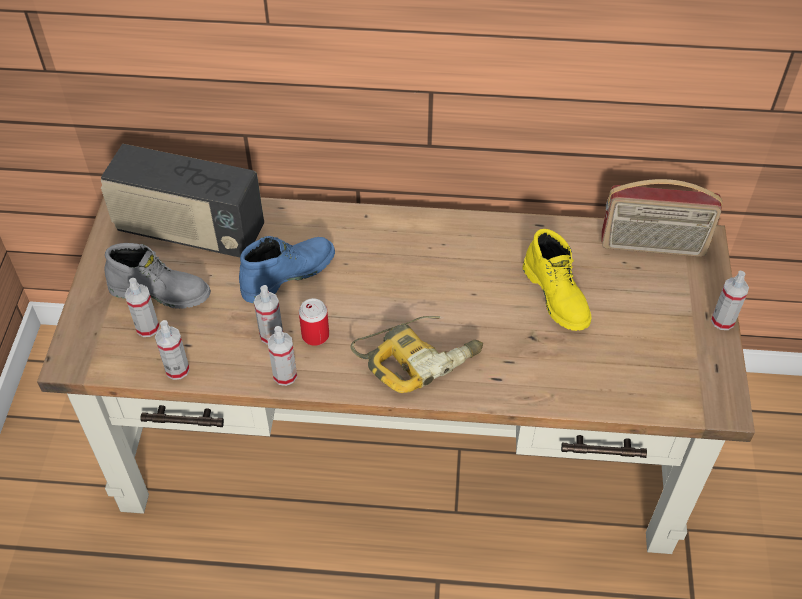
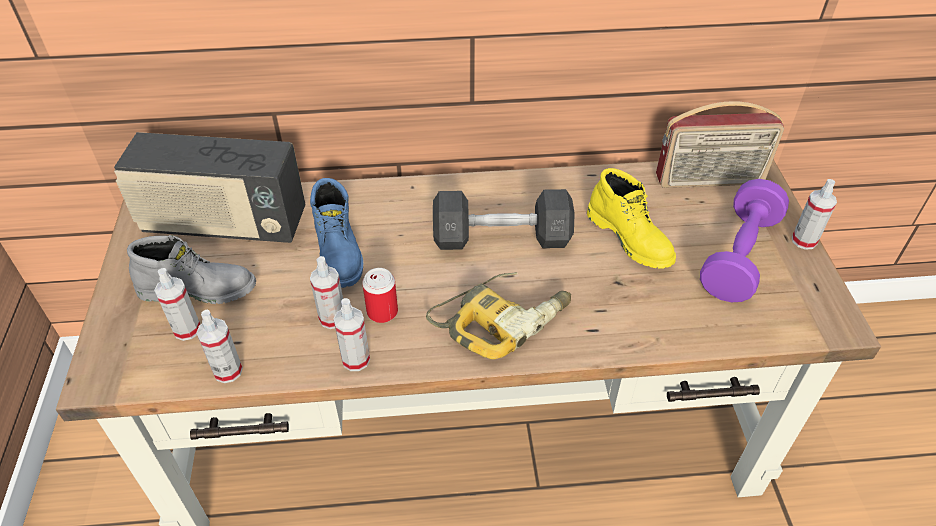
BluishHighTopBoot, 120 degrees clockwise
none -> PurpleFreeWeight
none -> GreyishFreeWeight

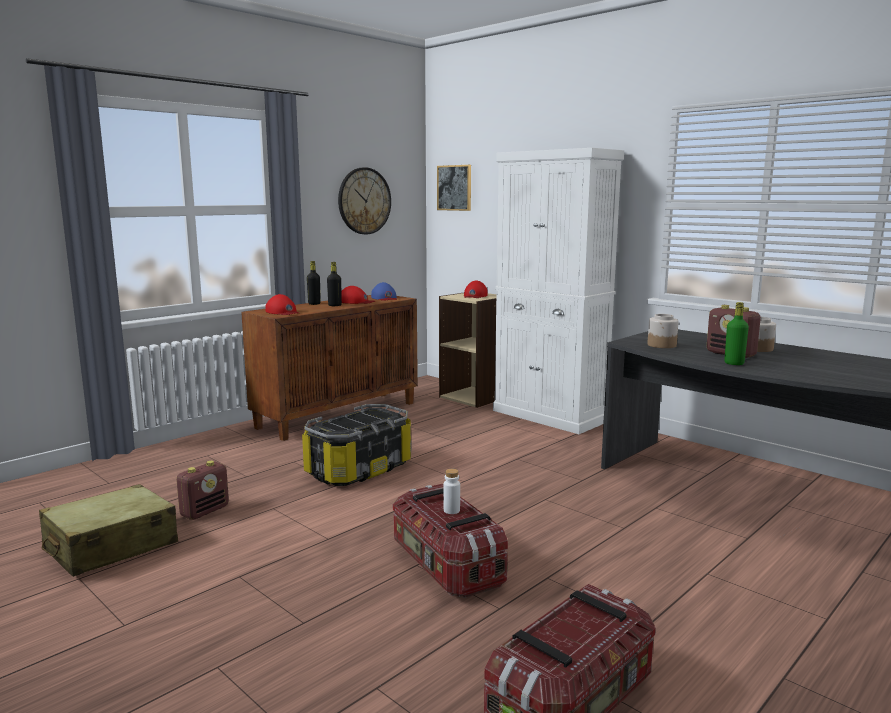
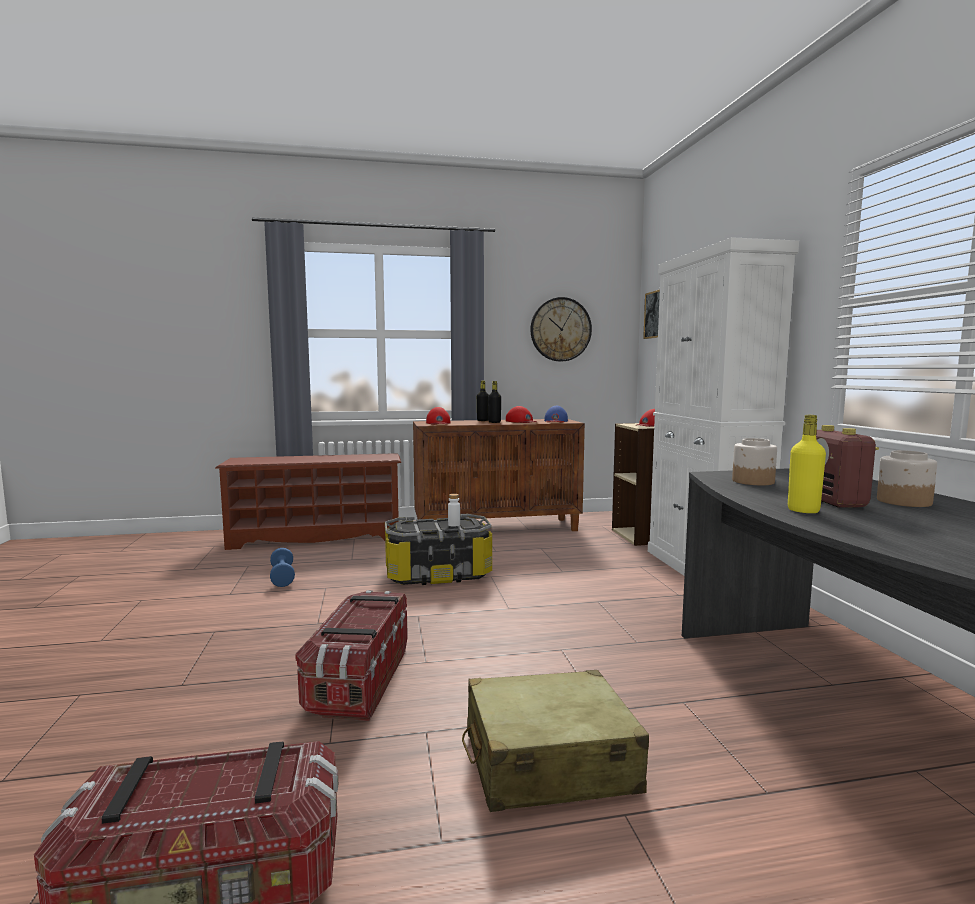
GreenColouredBeverageBottle -> YellowishBeverageBottle
RadioReceiver (1st from left) -> BluishFreeWeight
WhitishBeverageBottle, moved
BeigeColouredSuitcase, moved
none -> BrownColouredShoeShelf

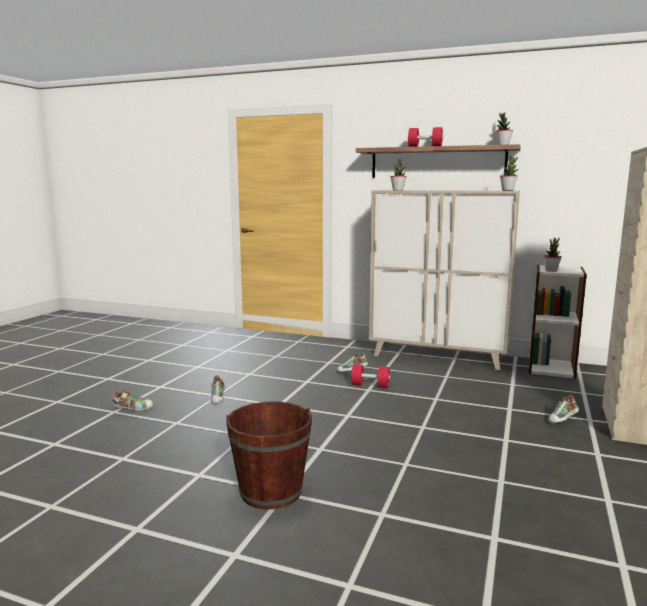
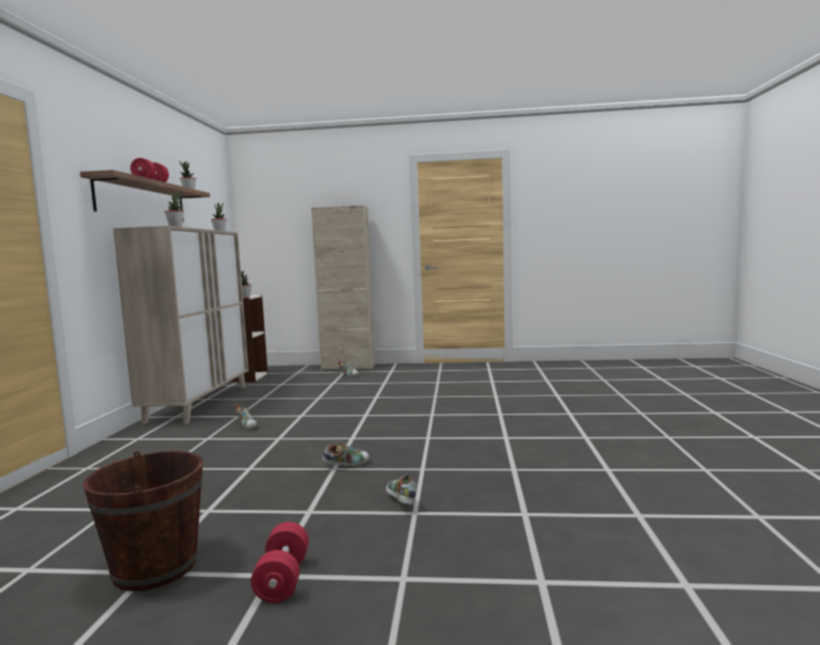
ReddishFreeWeight (1st from left in the first image) -> ReddishFreeWeight (2nd from left), moved
BrownColouredPail, moved

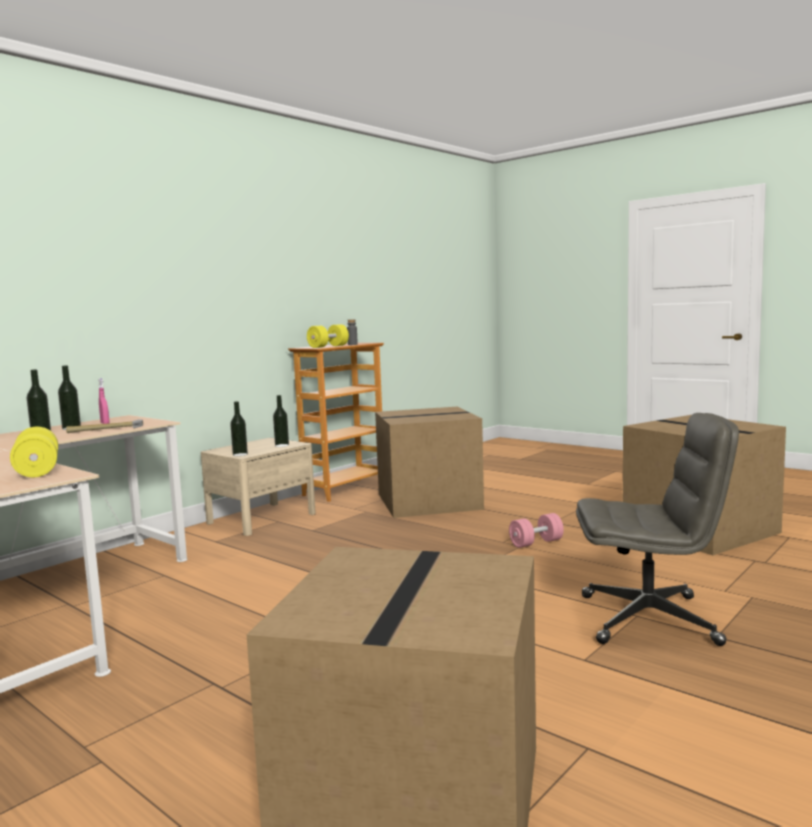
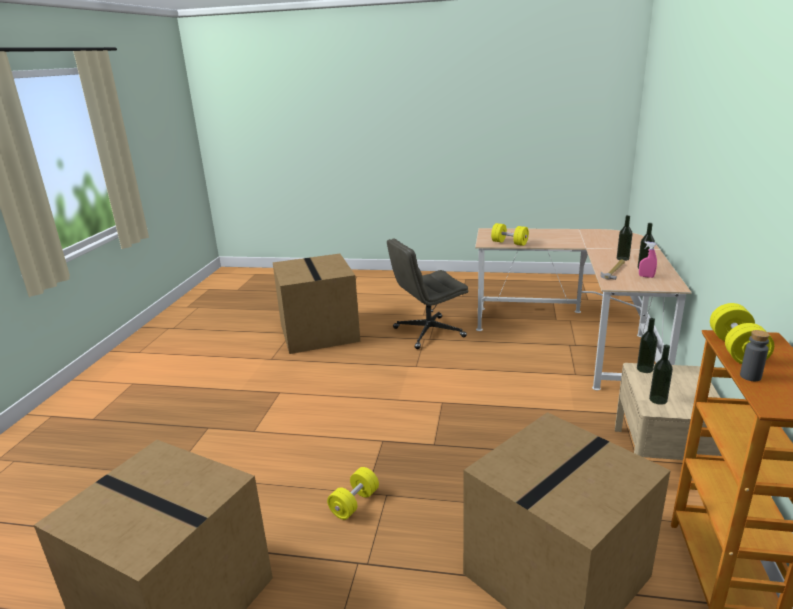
GreyishOfficeChair, moved
PinkishFreeWeight -> YellowishFreeWeight (1st from left)

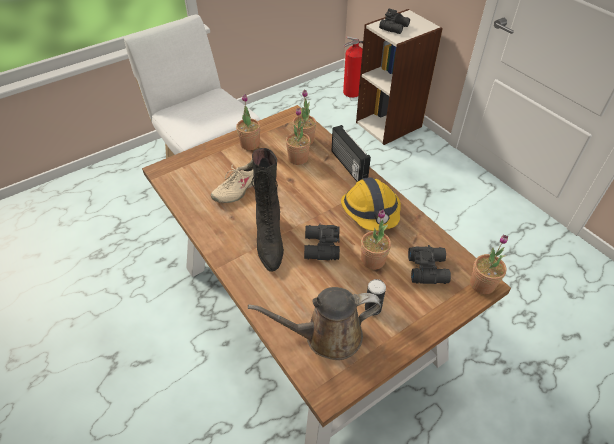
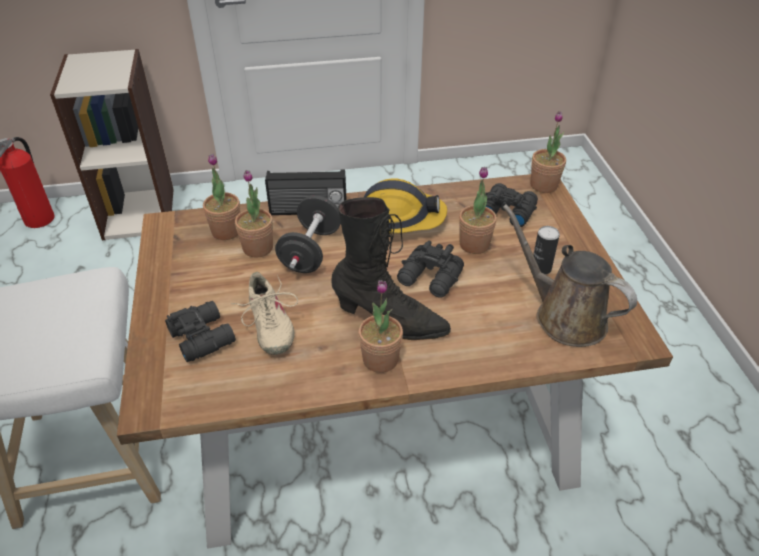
BlackColouredPairOfBinoculars (2nd from left in the first image) -> BlackColouredPairOfBinoculars (1st from left), moved
PlantInAPot (1st from left in the first image) -> PlantInAPot (3rd from left), moved
BrownColouredWateringCan, 120 degrees clockwise
none -> BlackColouredFreeWeight

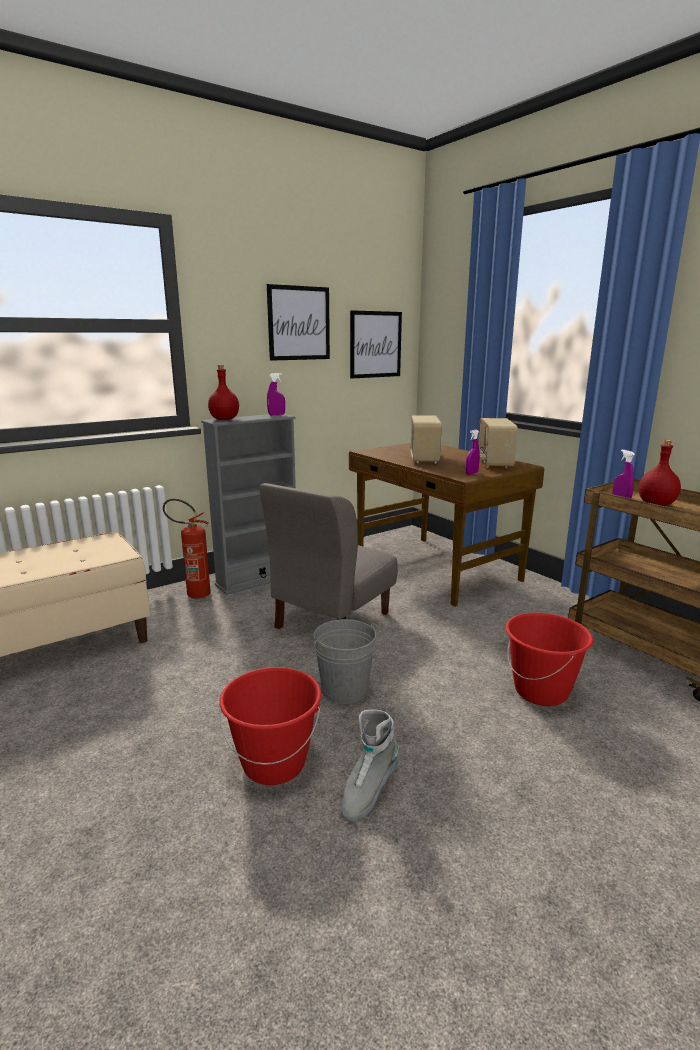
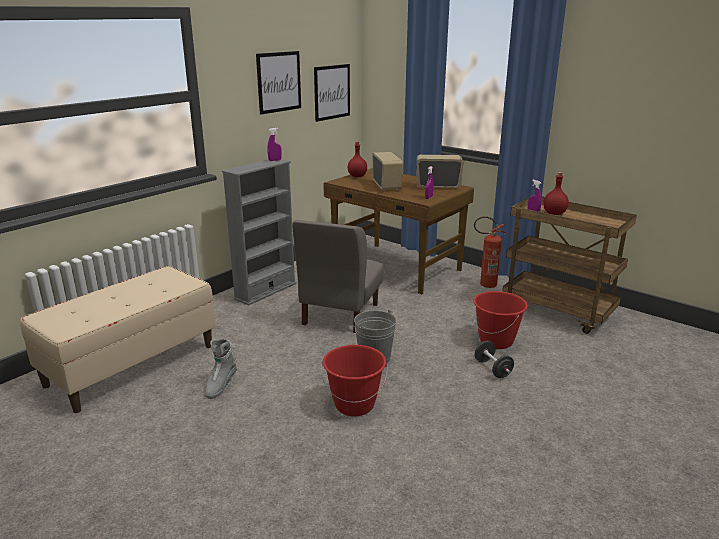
ReddishBeverageBottle (1st from left), moved
RadioReceiver (2nd from left), 105 degrees clockwise
FireExtinguisher, moved
GreyishHighTopBoot, moved
none -> BlackColouredFreeWeight

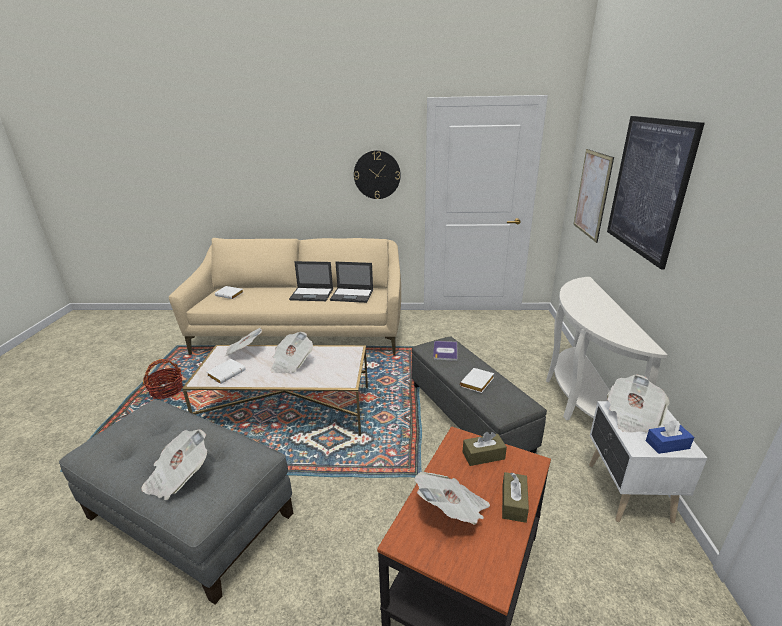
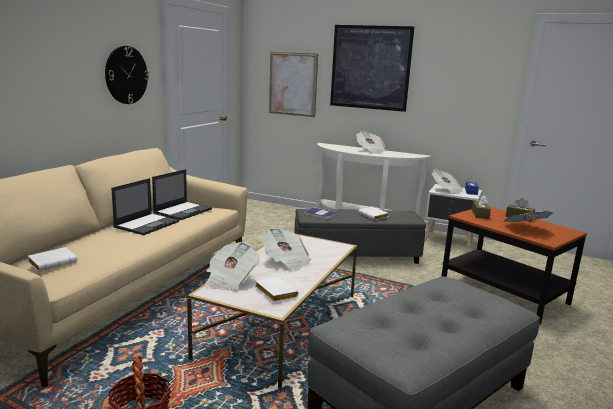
Newspaper (1st from left in the first image) -> Newspaper (3rd from left), moved

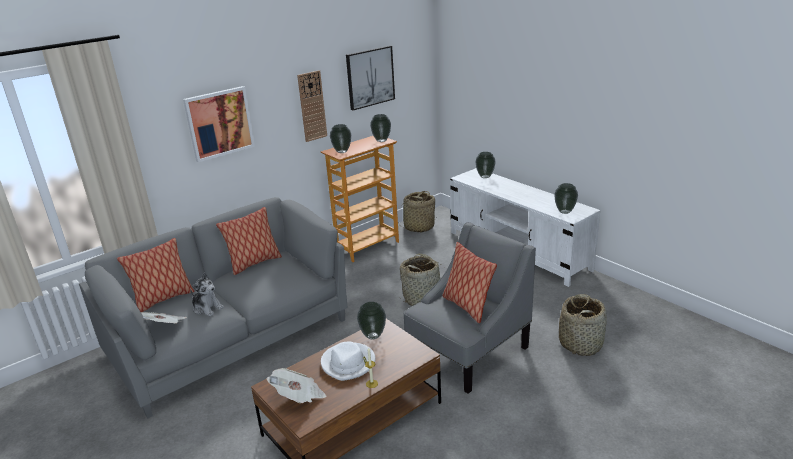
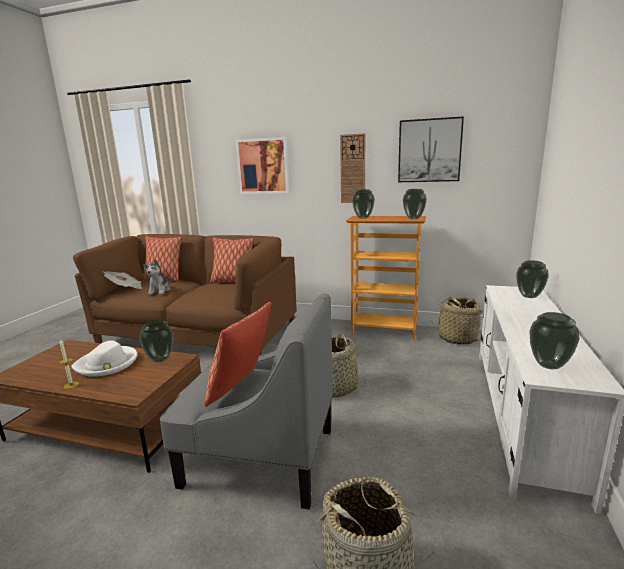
GreyishSofa -> BrownColouredSofa
Newspaper (2nd from left) -> none

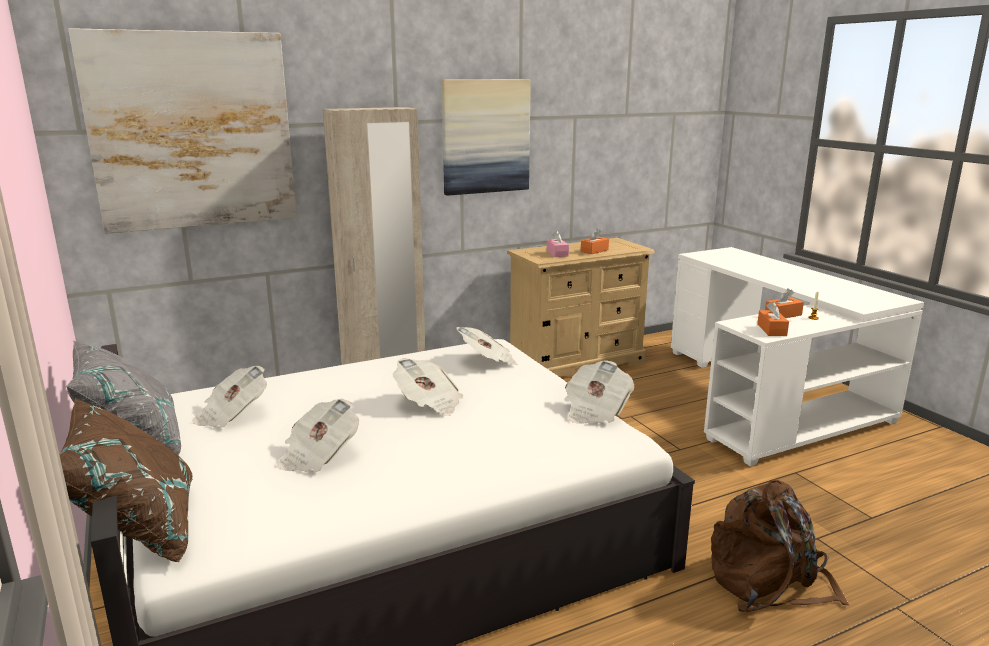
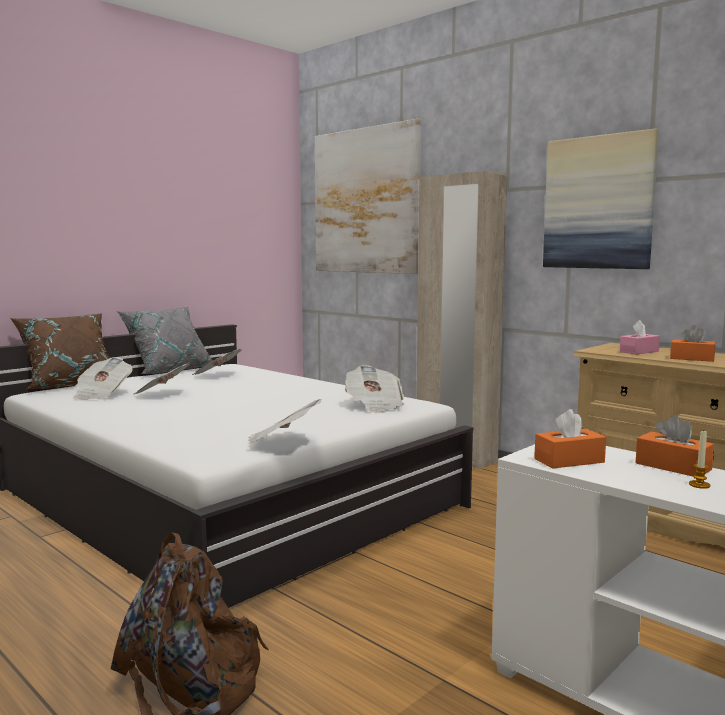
Newspaper (3rd from left in the first image) -> Newspaper (1st from left), moved

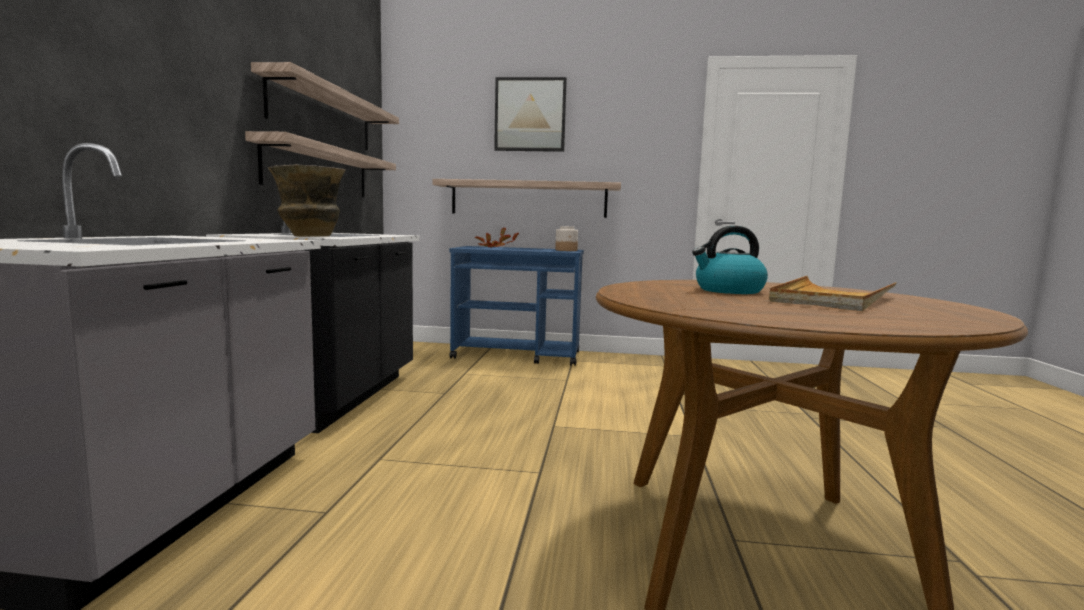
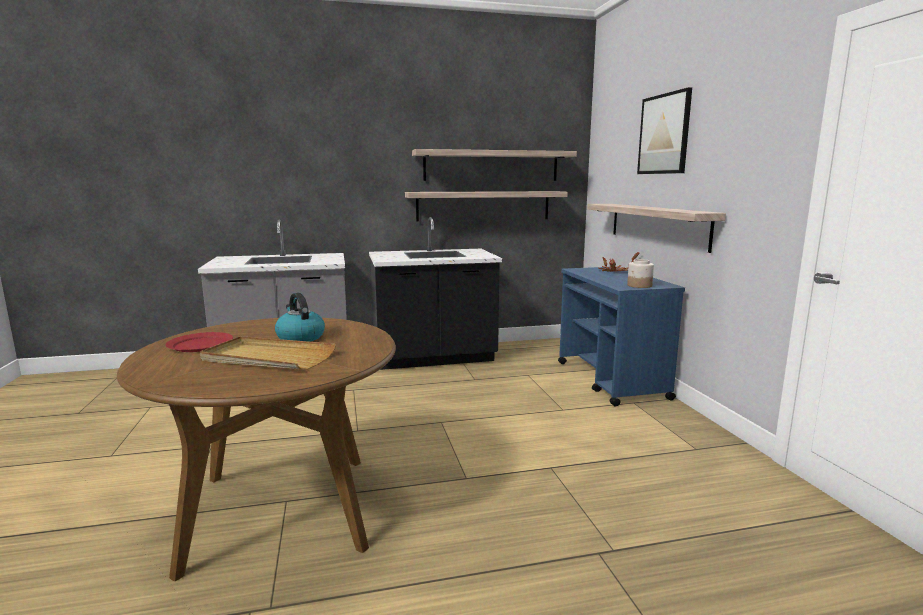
Vase -> none
none -> ReddishFlatDish

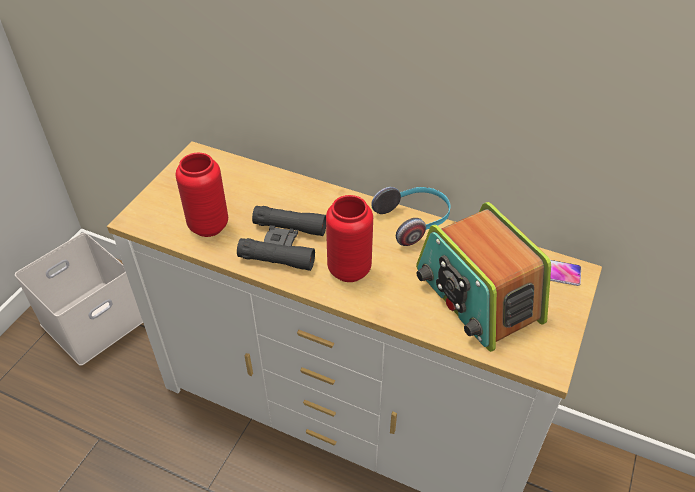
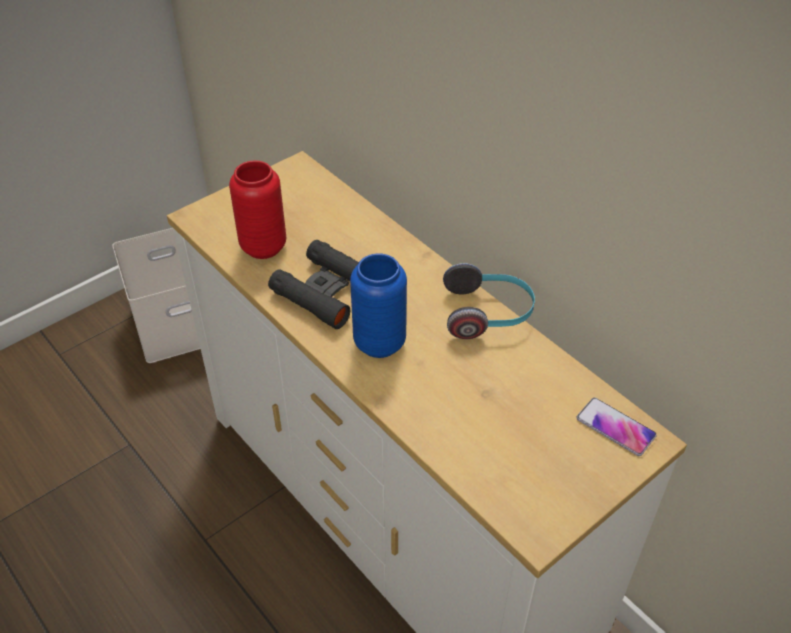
ReddishVase (2nd from left) -> BluishVase
RadioReceiver -> none

